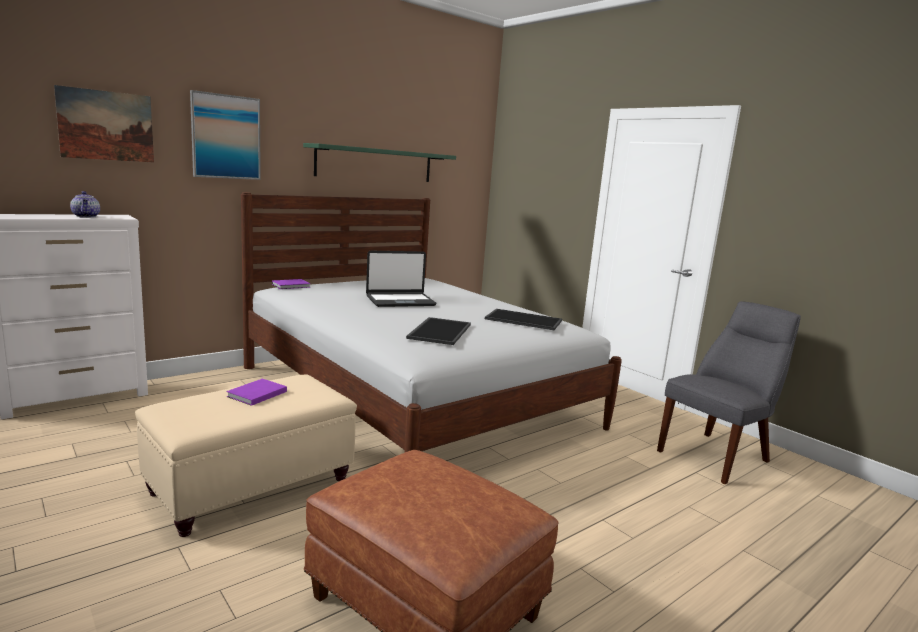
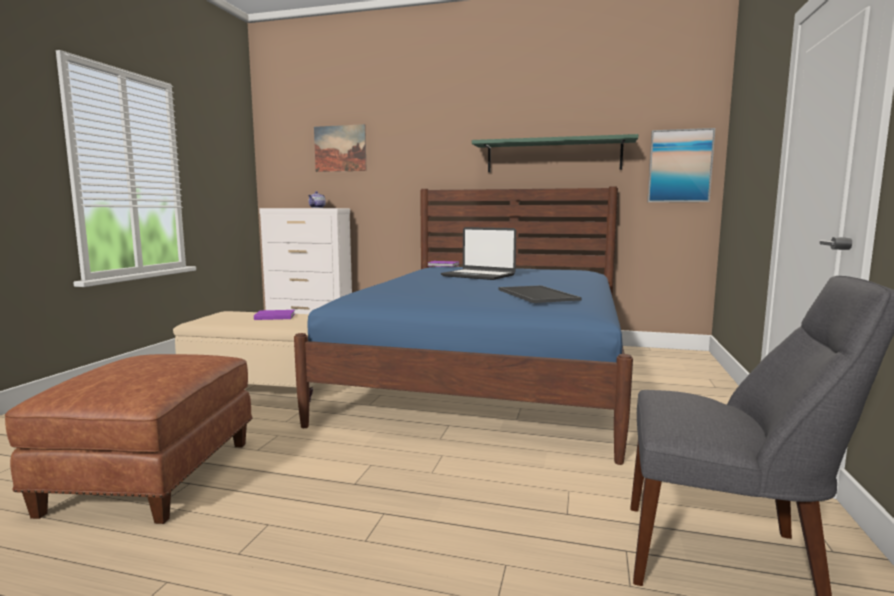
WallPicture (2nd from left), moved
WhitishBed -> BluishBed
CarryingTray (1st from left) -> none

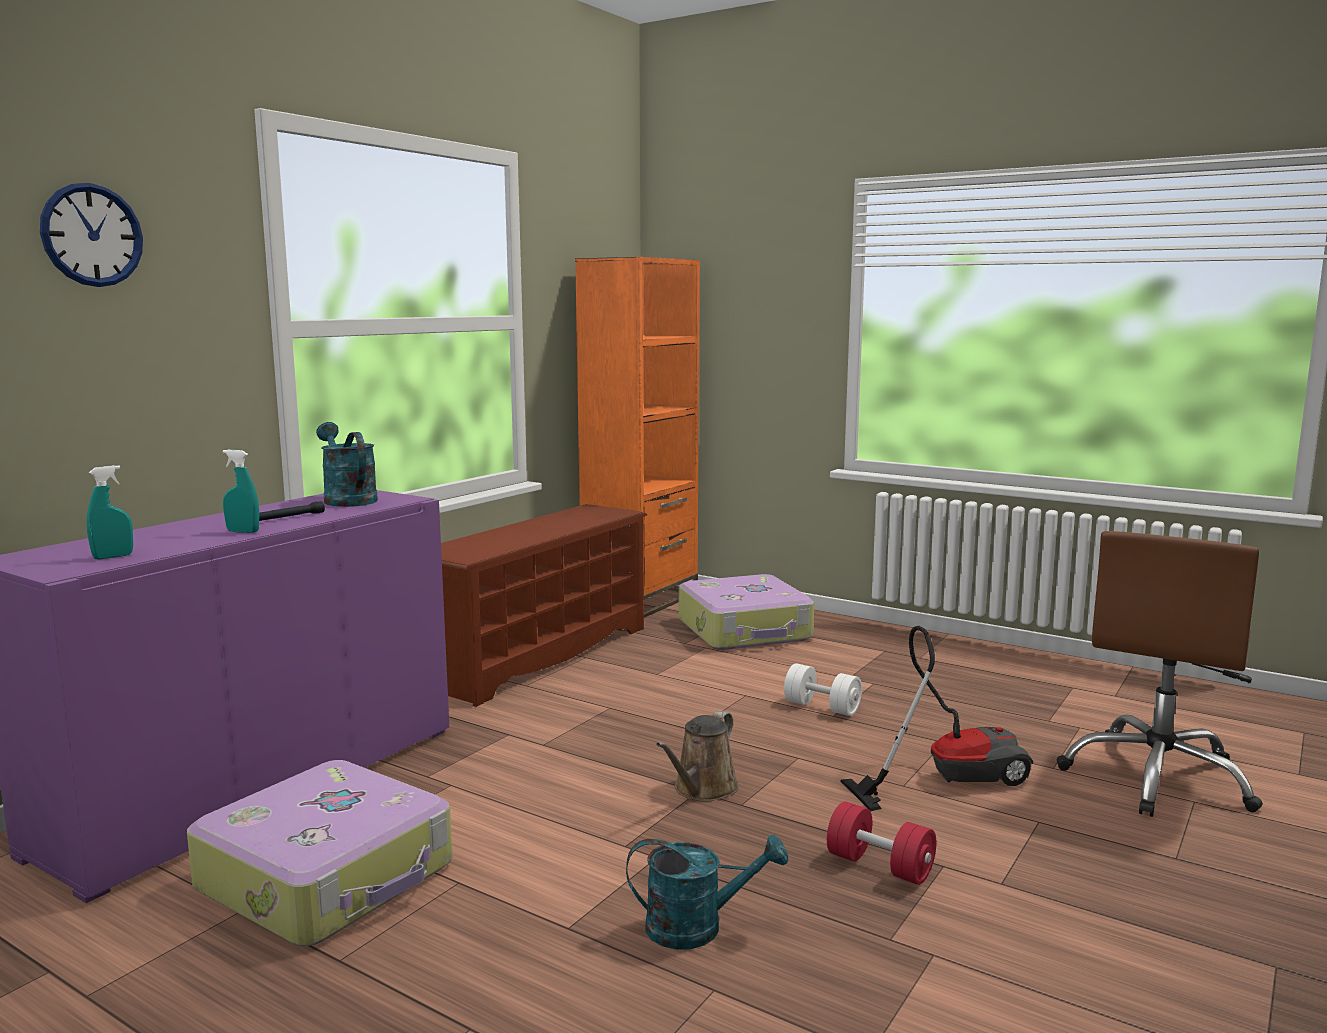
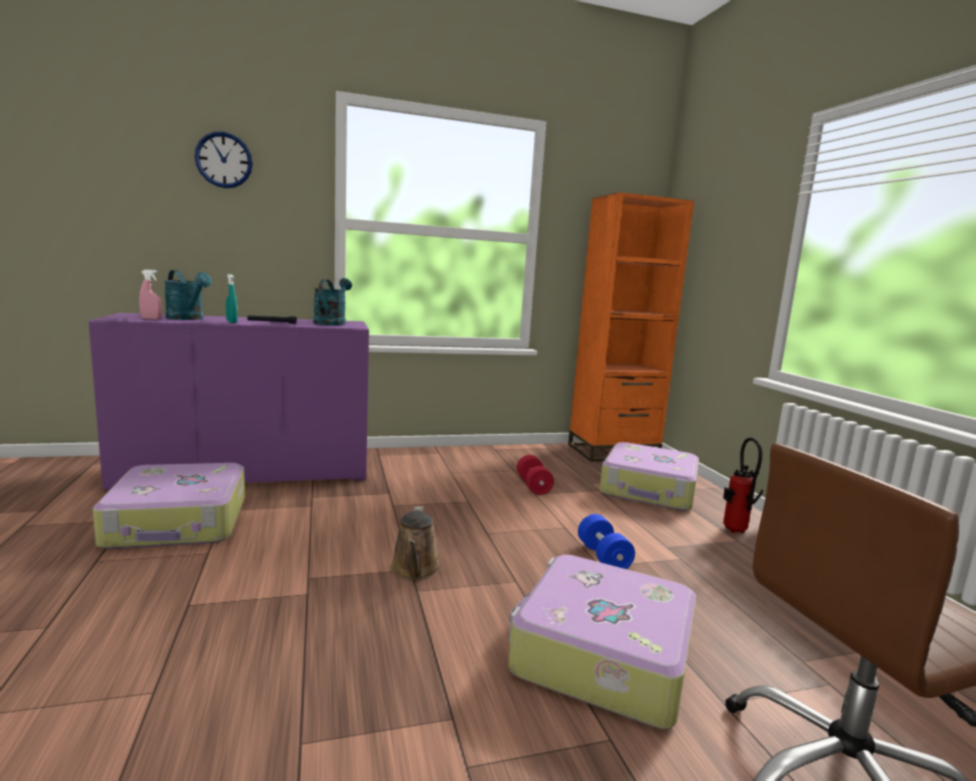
TurquoiseColouredSprayer (1st from left) -> PinkishSprayer
BrownColouredShoeShelf -> none
VacuumCleaner -> Suitcase (2nd from left)
WhitishFreeWeight -> BluishFreeWeight
BrownColouredWateringCan, 75 degrees counterclockwise
ReddishFreeWeight, moved
TurquoiseColouredWateringCan (2nd from left in the first image) -> TurquoiseColouredWateringCan (1st from left), moved
none -> FireExtinguisher

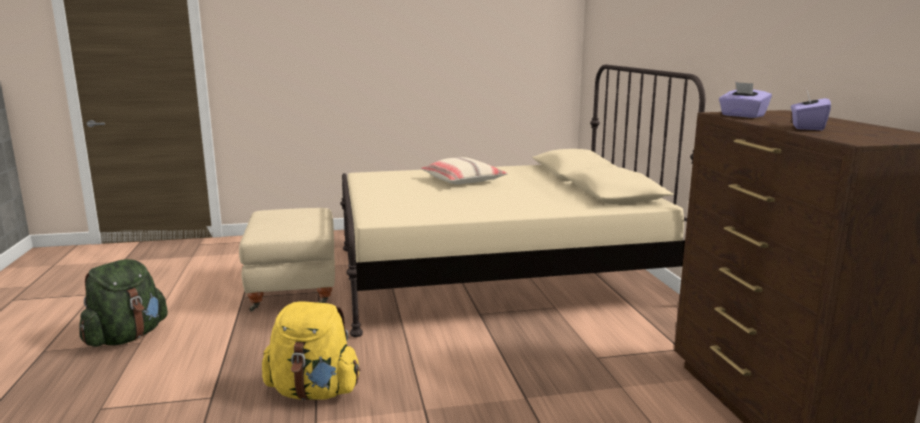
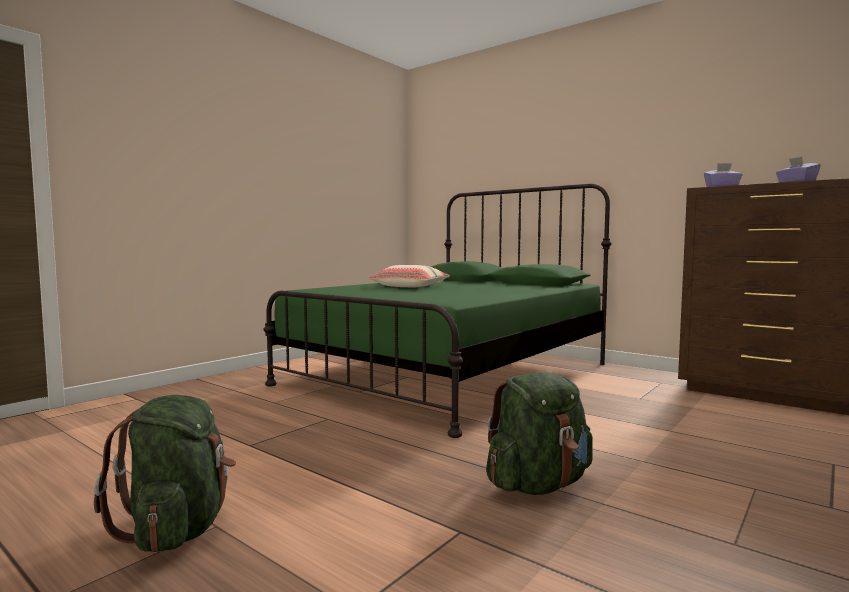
BeigeColouredBed -> GreenColouredBed
BeigeColouredOttoman -> none
YellowishBackpack -> GreenColouredBackpack (2nd from left)

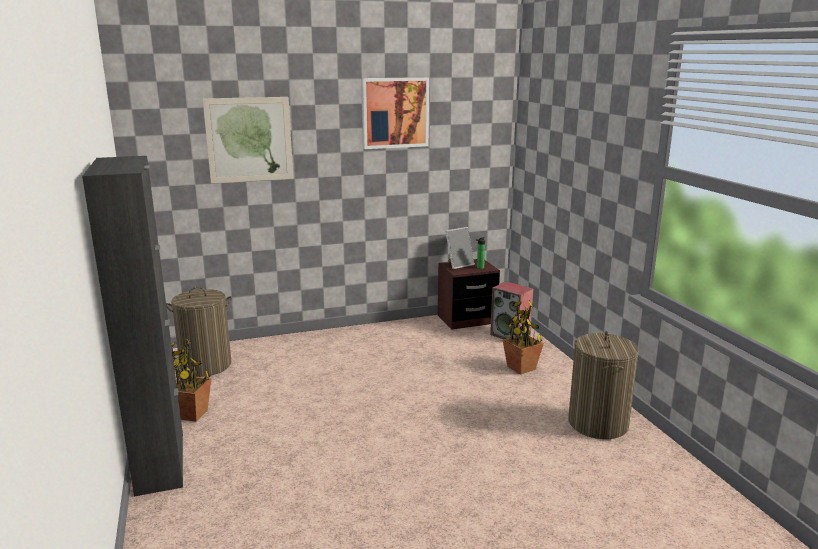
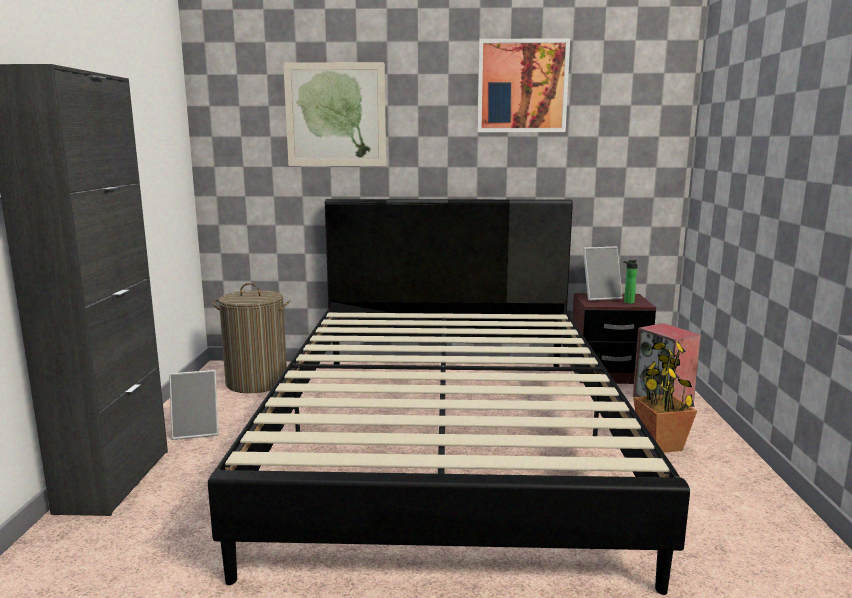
LaundryBasket (2nd from left) -> none
PlantInAPot (1st from left) -> PhotoFrame (1st from left)
none -> BlackColouredBed

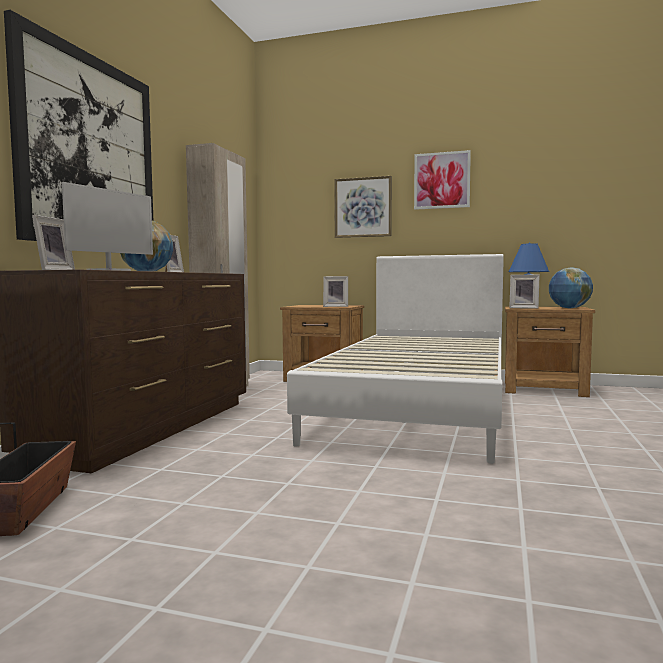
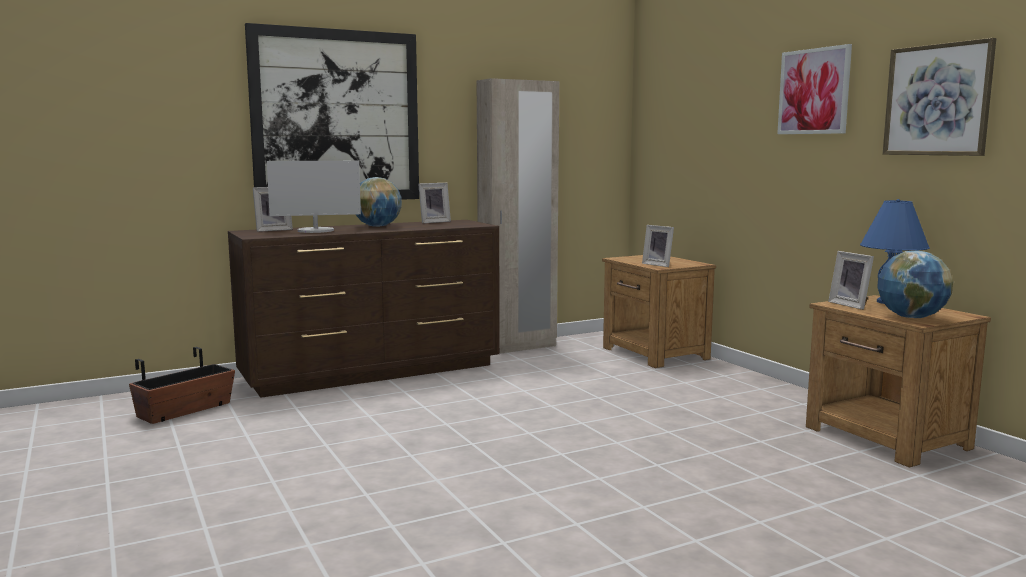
WallPicture (2nd from left in the first image) -> WallPicture (3rd from left), moved
WhitishBed -> none

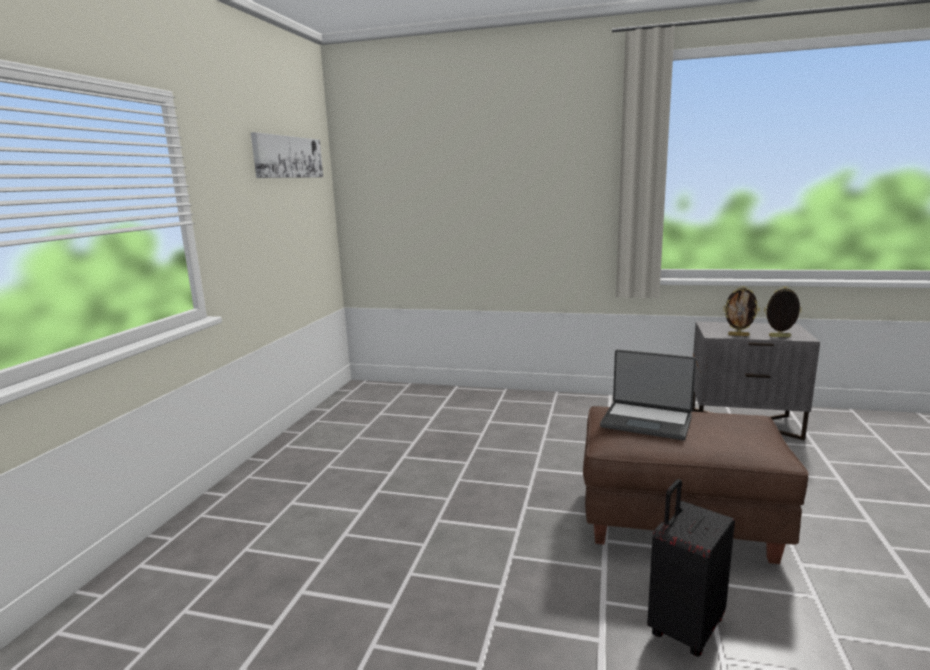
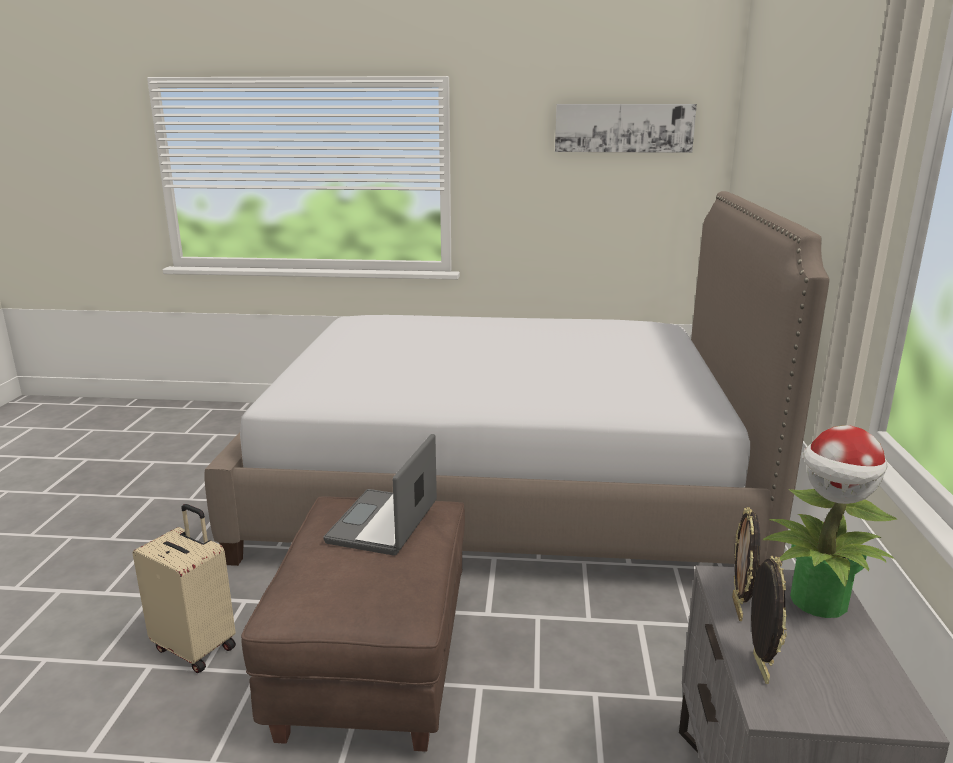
BlackColouredSuitcase -> BeigeColouredSuitcase
none -> Bed
none -> PlantInAPot

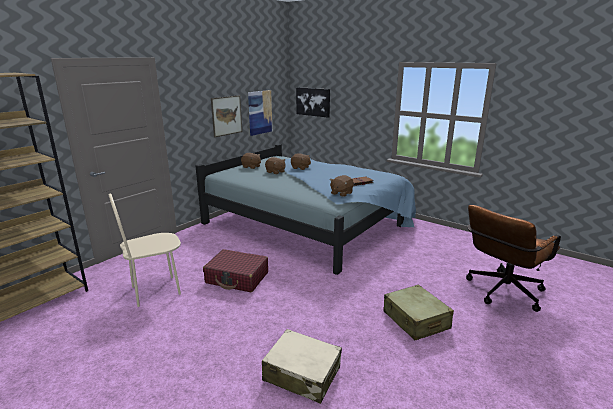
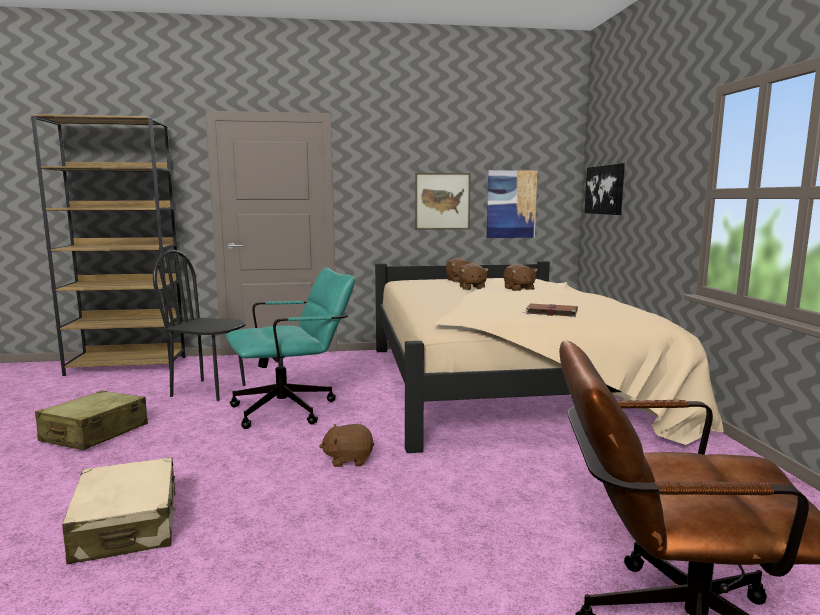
BluishBed -> BeigeColouredBed
BrownColouredSoftToy (4th from left in the first image) -> BrownColouredSoftToy (1st from left), moved
BeigeColouredPlainChair -> BlackColouredPlainChair
ReddishSuitcase -> TurquoiseColouredOfficeChair
BeigeColouredSuitcase (2nd from left in the first image) -> BeigeColouredSuitcase (1st from left), moved

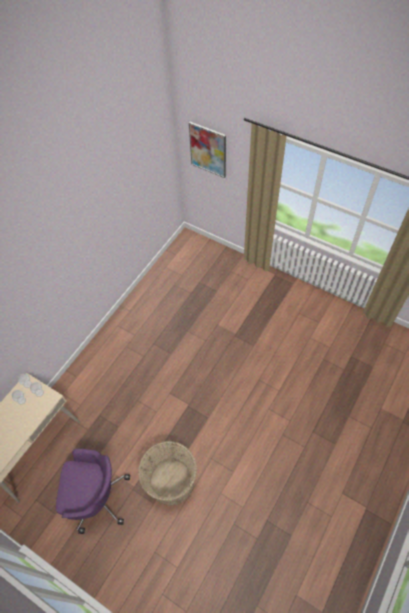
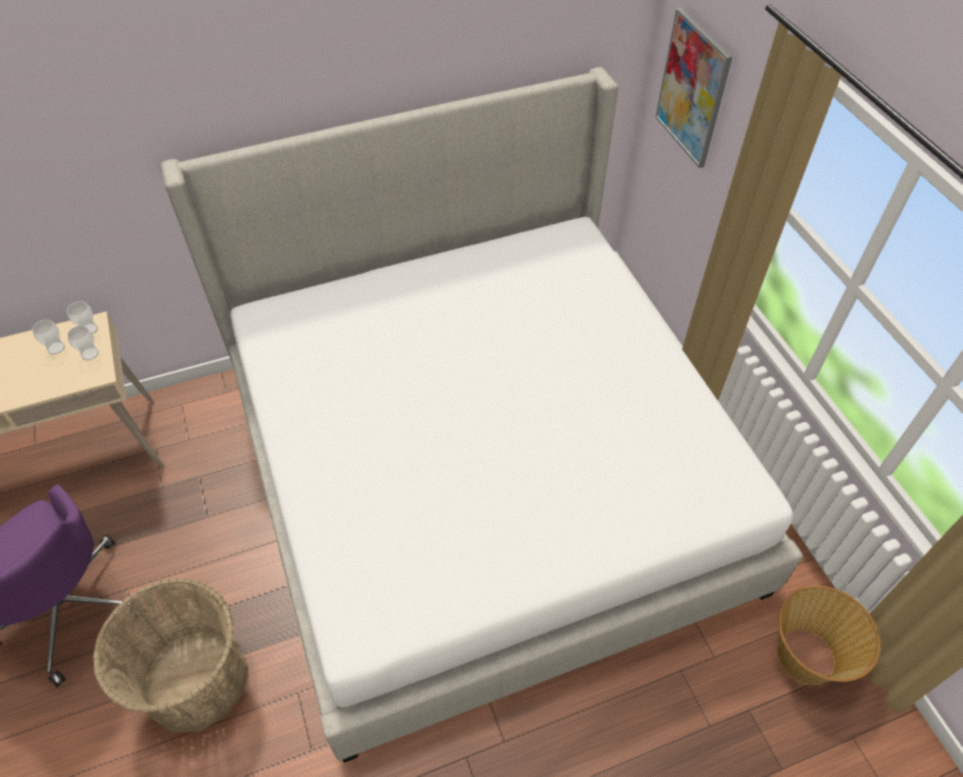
none -> Bed
none -> Basket (2nd from left)

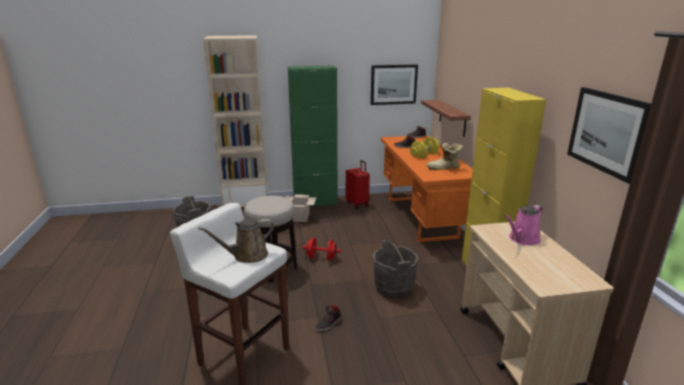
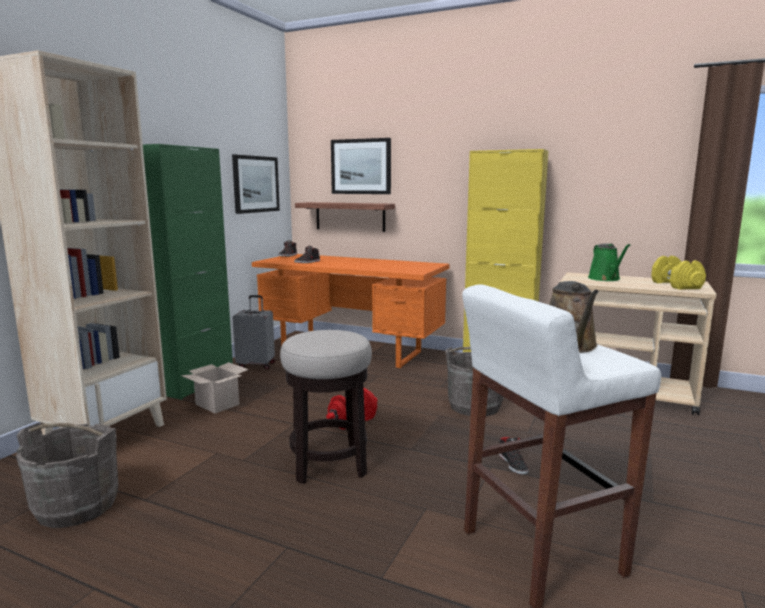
WallPicture (2nd from left), moved
YellowishFreeWeight, moved
HighTopBoot -> none
ReddishSuitcase -> GreyishSuitcase
PinkishWateringCan -> GreenColouredWateringCan

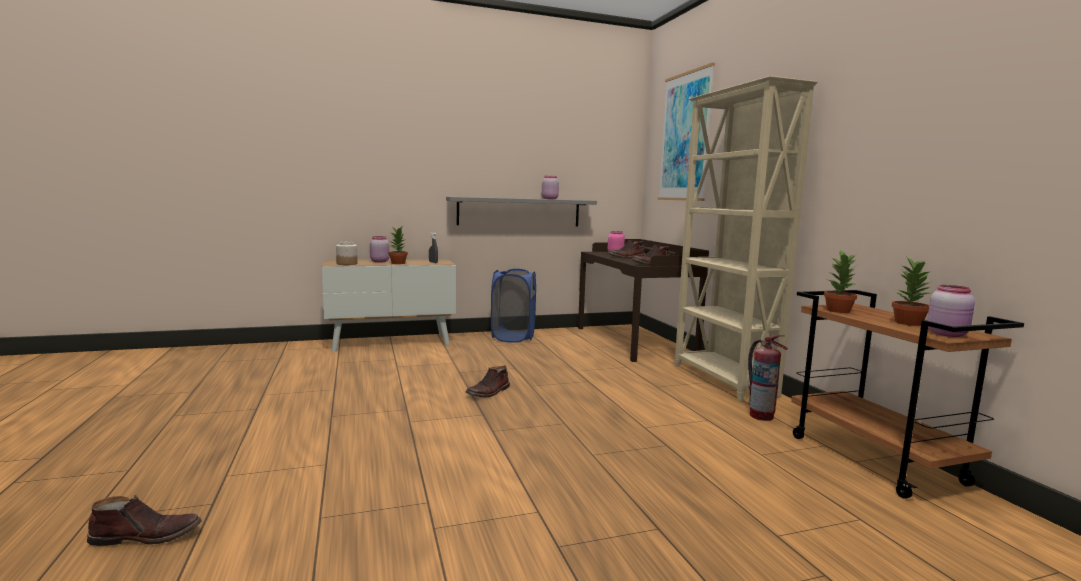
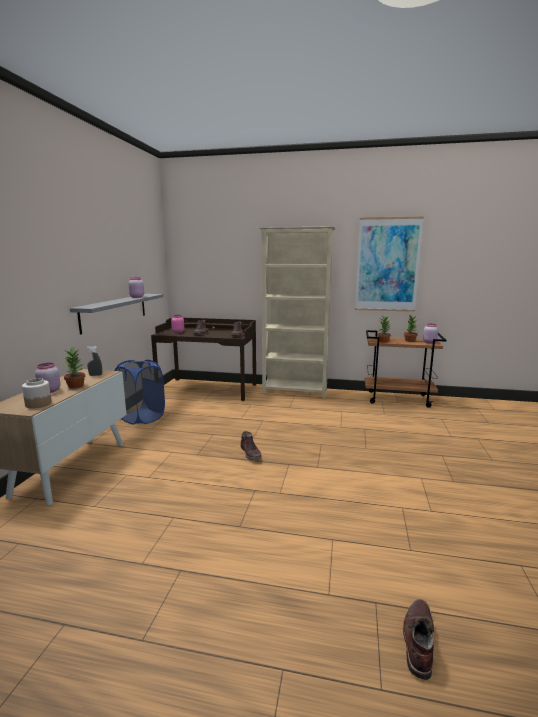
WallPicture, moved
FireExtinguisher -> none

